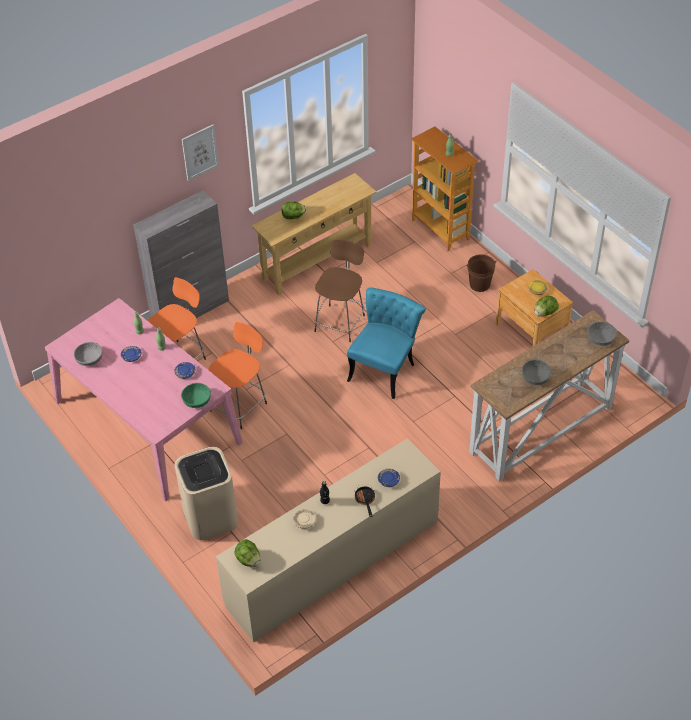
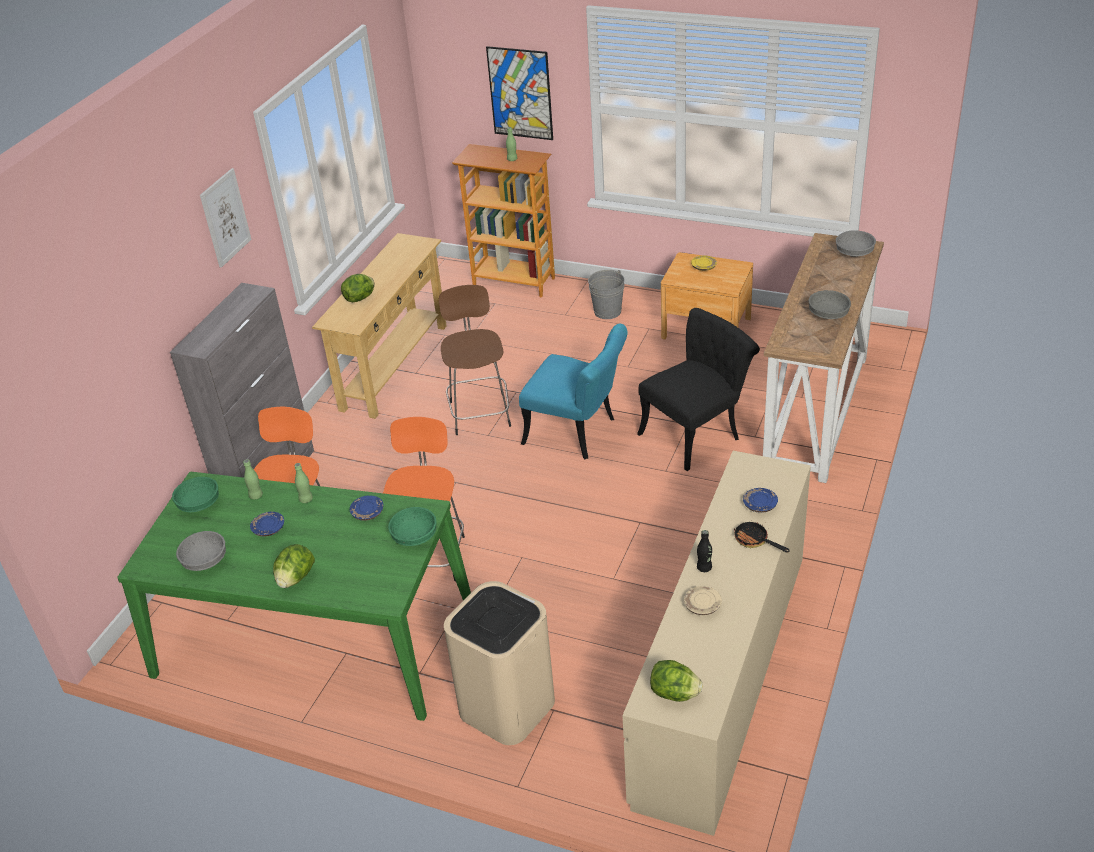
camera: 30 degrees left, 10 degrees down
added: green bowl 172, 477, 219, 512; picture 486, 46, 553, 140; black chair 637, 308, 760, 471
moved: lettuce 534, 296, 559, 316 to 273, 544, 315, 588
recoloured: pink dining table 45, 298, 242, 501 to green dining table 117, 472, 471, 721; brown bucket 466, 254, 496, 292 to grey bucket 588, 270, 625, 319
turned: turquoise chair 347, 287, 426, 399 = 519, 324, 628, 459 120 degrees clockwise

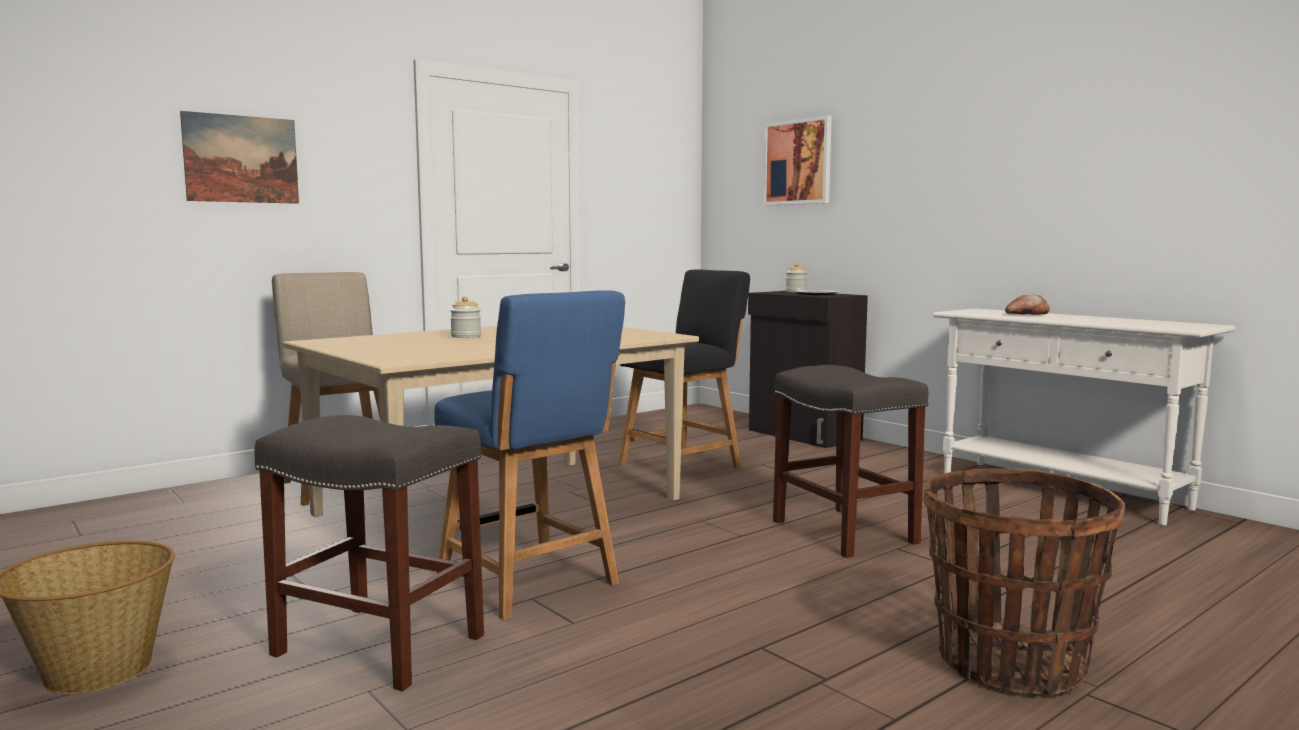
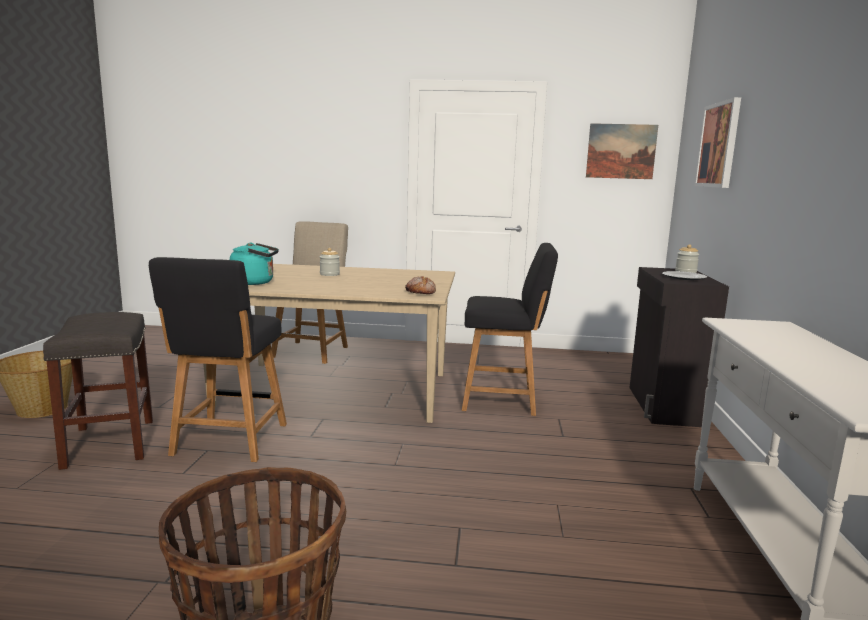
camera: 45 degrees right, 5 degrees up
removed: grey stool 773, 365, 929, 558
added: turquoise kettle 230, 243, 279, 285
moved: picture 180, 111, 299, 204 to 586, 123, 658, 179; bread 1005, 294, 1050, 315 to 405, 276, 436, 294
recoloured: blue chair 434, 290, 625, 620 to black chair 149, 257, 287, 462

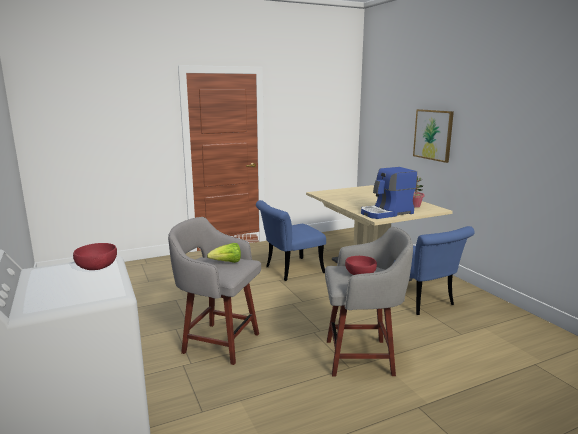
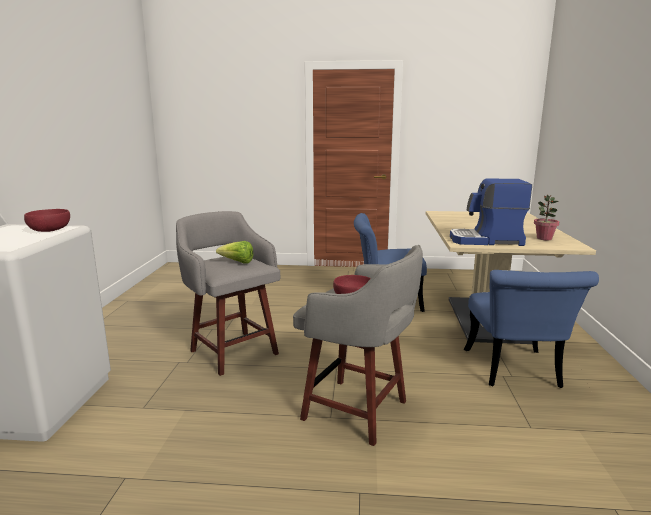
camera: 30 degrees right, 0 degrees up
removed: picture 413, 109, 454, 163

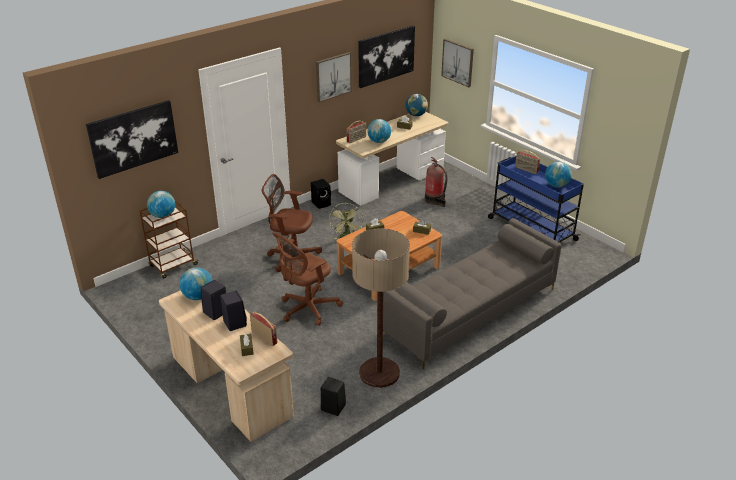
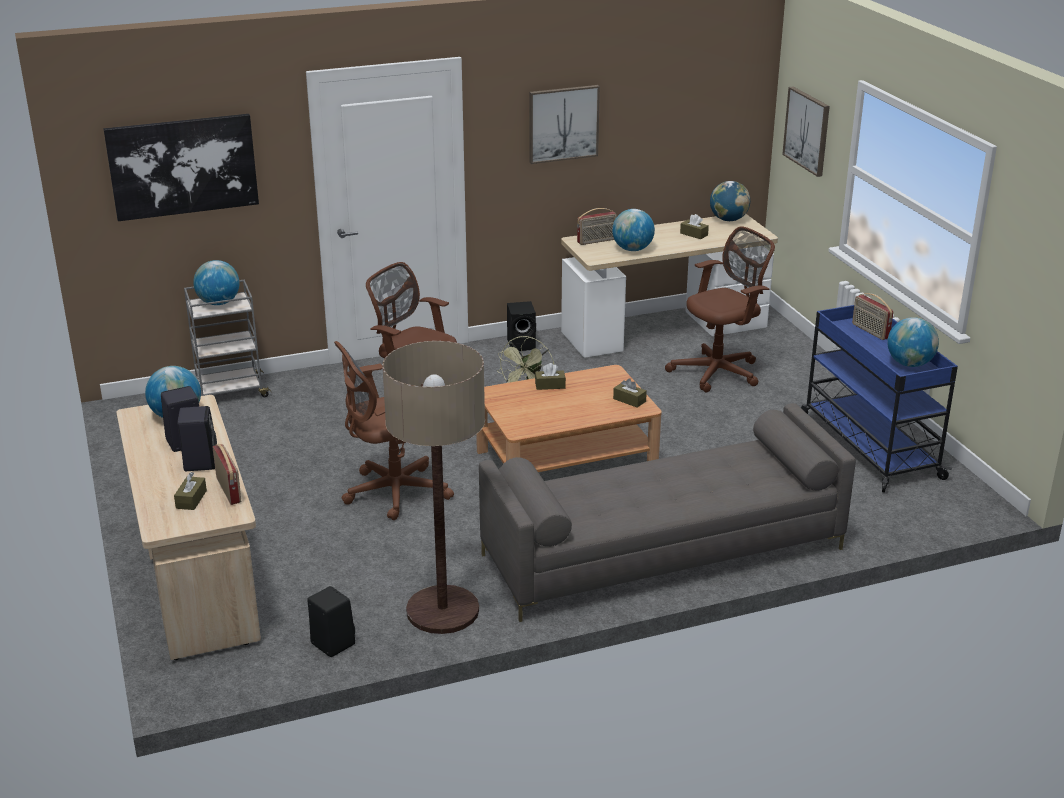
camera: 20 degrees right, 5 degrees down
removed: picture 358, 25, 415, 88
replaced: fire extinguisher 425, 157, 448, 207 to brown office chair 665, 226, 775, 392
recoloured: brown cart 140, 201, 198, 278 to grey cart 184, 280, 271, 397

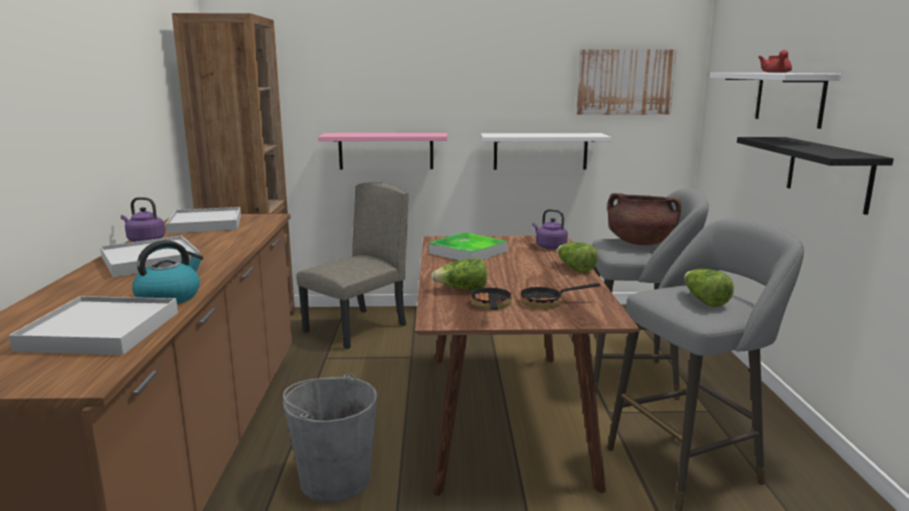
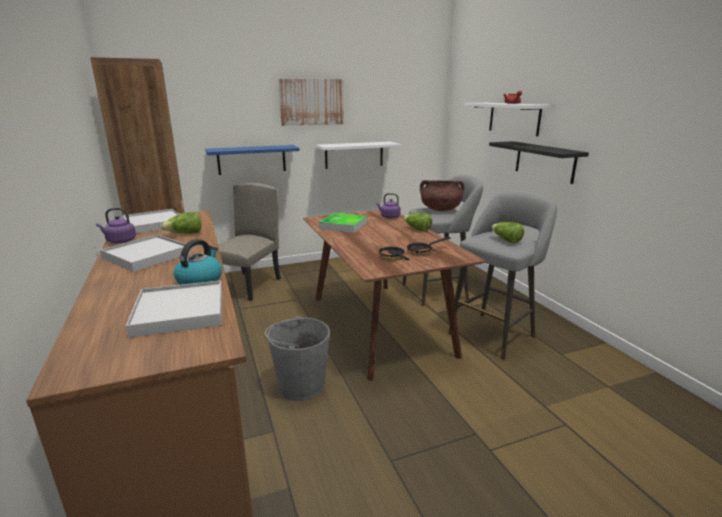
camera: 20 degrees left, 5 degrees up
moved: lettuce 431, 258, 487, 290 to 160, 212, 202, 234; picture 577, 49, 676, 115 to 278, 79, 344, 126
recoloured: pink shelf 318, 133, 447, 170 to blue shelf 205, 145, 300, 175

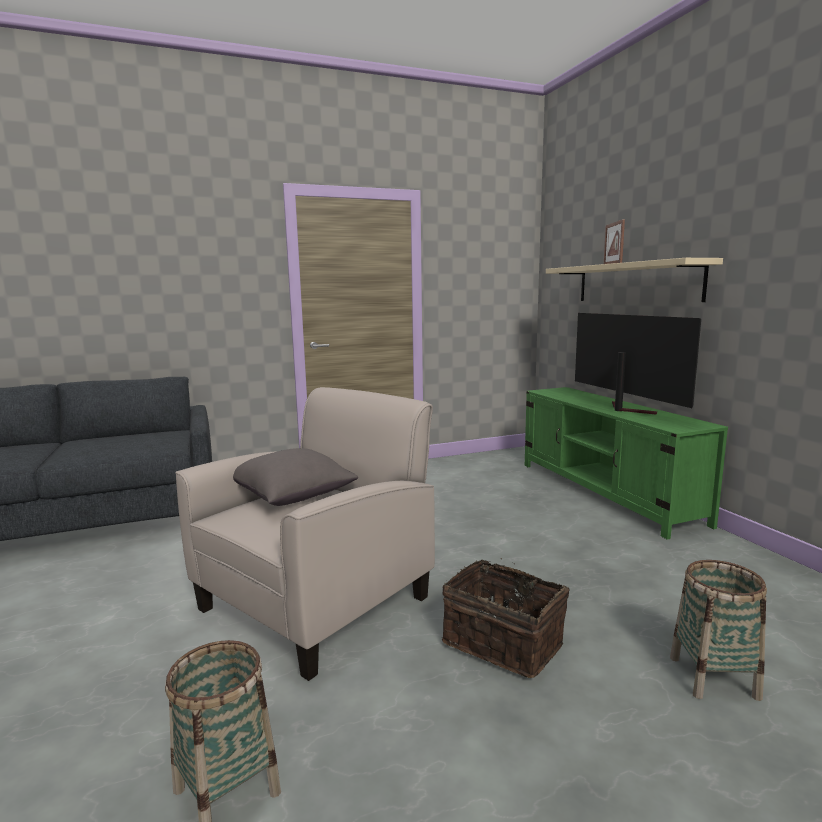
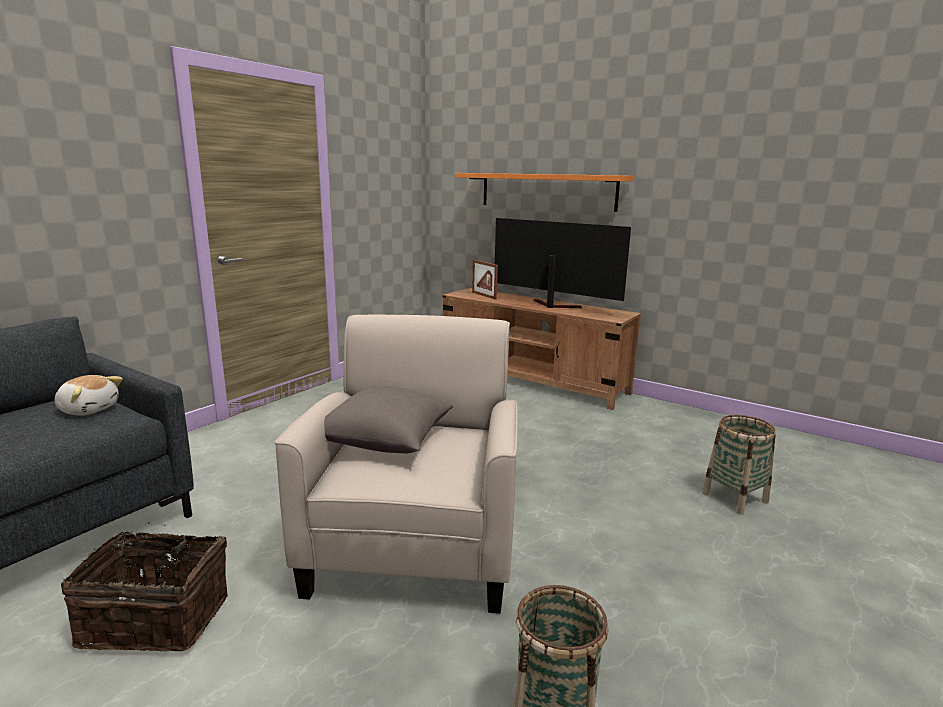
camera: 35 degrees left, 5 degrees up
added: plush toy 54, 375, 123, 416
moved: basket 441, 558, 570, 678 to 61, 522, 228, 652; picture frame 604, 219, 625, 264 to 472, 260, 498, 300
recoloured: green tv stand 525, 387, 728, 540 to brown tv stand 443, 288, 641, 410; beige shelf 546, 258, 723, 302 to orange shelf 455, 173, 633, 212

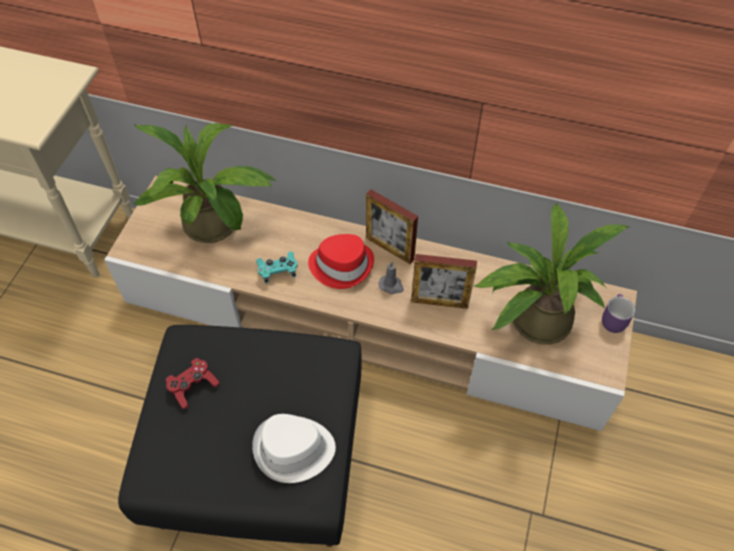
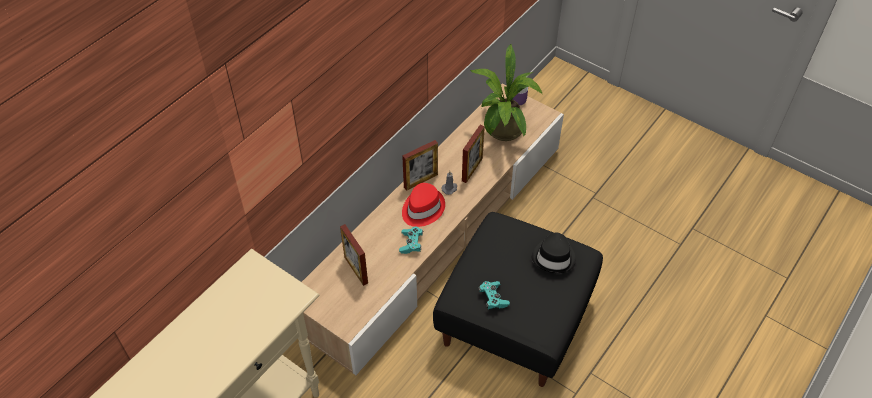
camera: 70 degrees left, 5 degrees down
replaced: potted plant 134, 123, 277, 243 to picture frame 340, 224, 368, 286
recoloured: red game controller 166, 358, 220, 409 to turquoise game controller 478, 281, 510, 310; white hat 252, 414, 336, 483 to black hat 532, 233, 576, 273

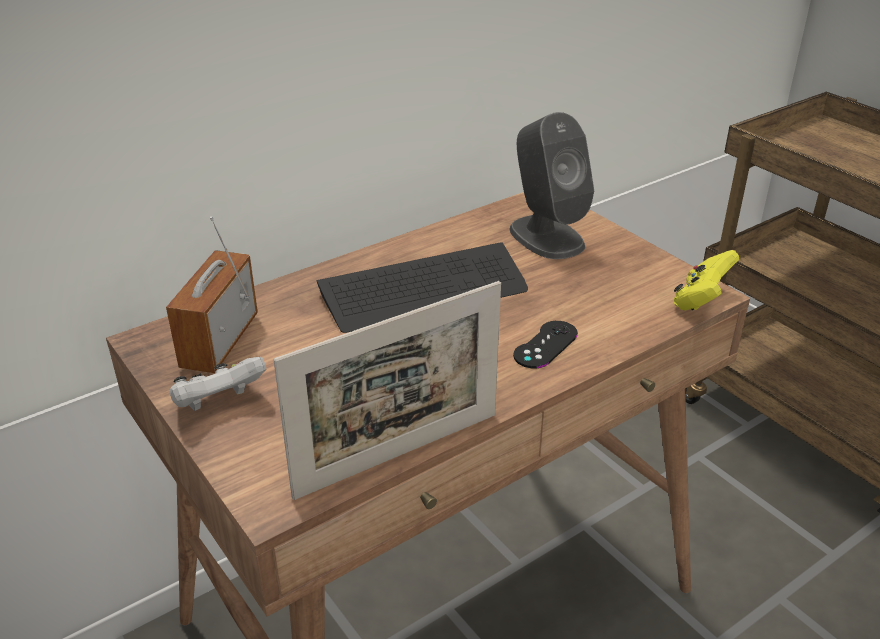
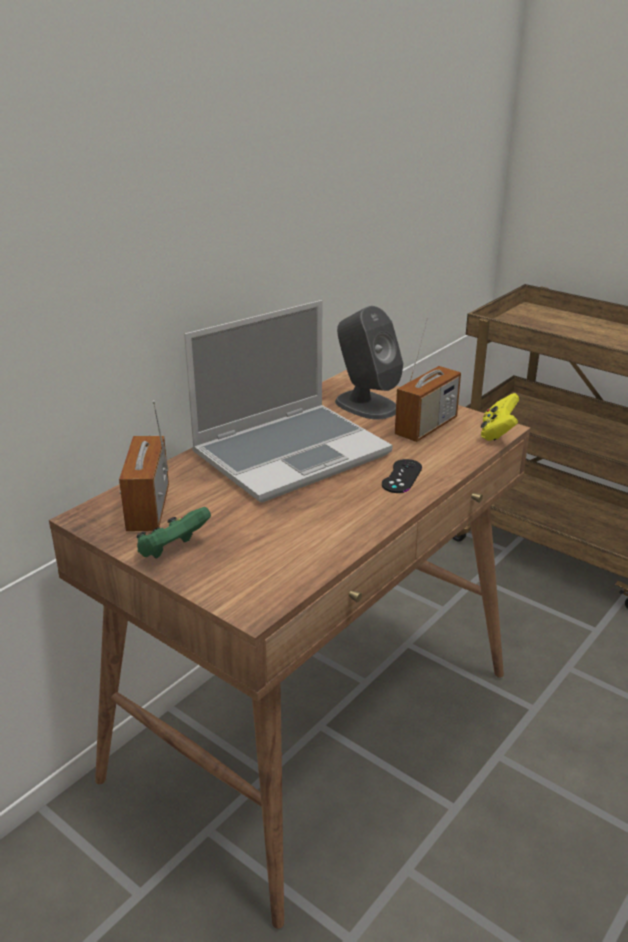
camera: 15 degrees left, 5 degrees down
removed: picture frame 273, 281, 501, 500
added: radio 395, 318, 461, 442
replaced: keyboard 316, 242, 528, 333 to laptop 184, 300, 392, 503
recoloured: white game controller 170, 357, 266, 411 to green game controller 136, 507, 211, 559

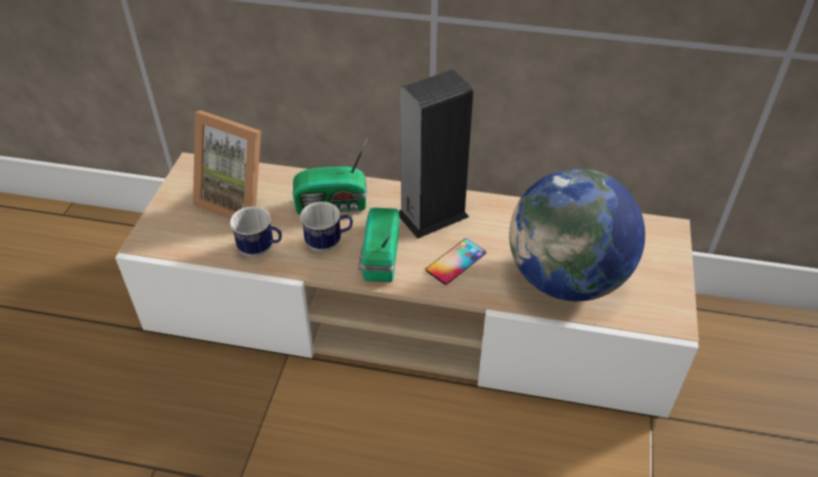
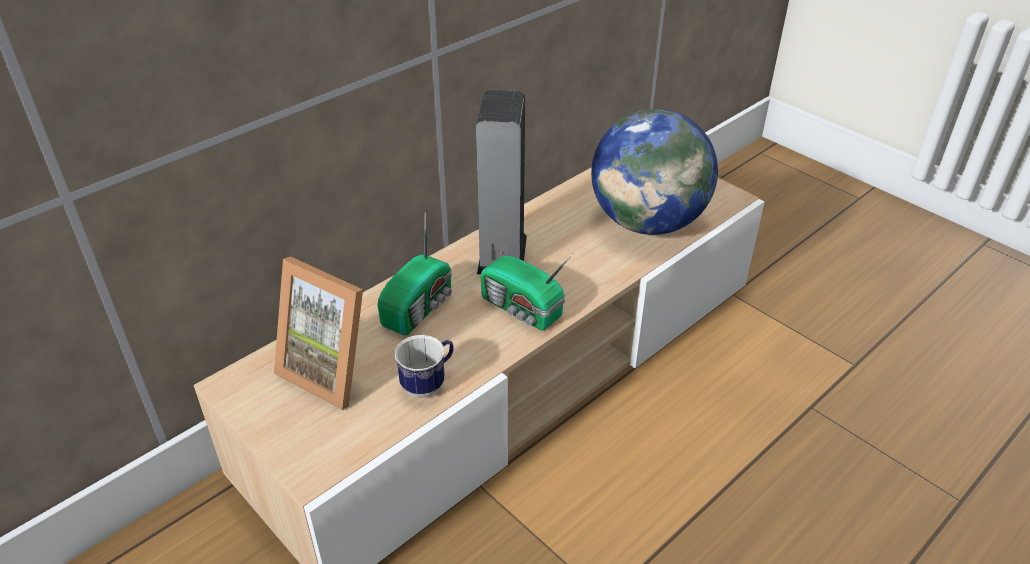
camera: 55 degrees left, 5 degrees down
removed: mug 300, 202, 353, 252; phone 426, 238, 486, 285
turned: picture frame 193, 110, 261, 219 = 274, 256, 363, 410 60 degrees clockwise

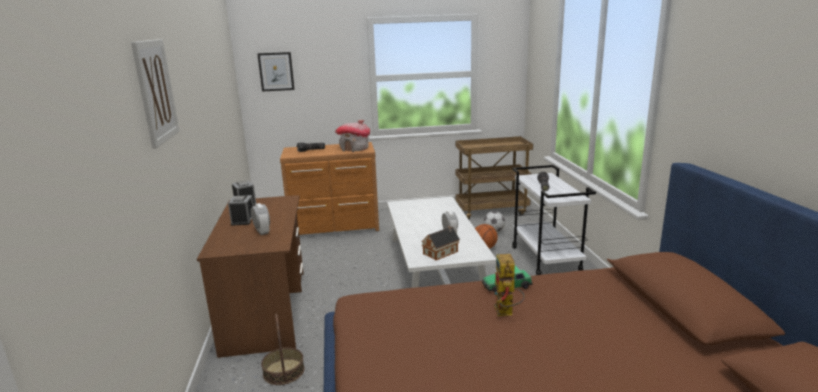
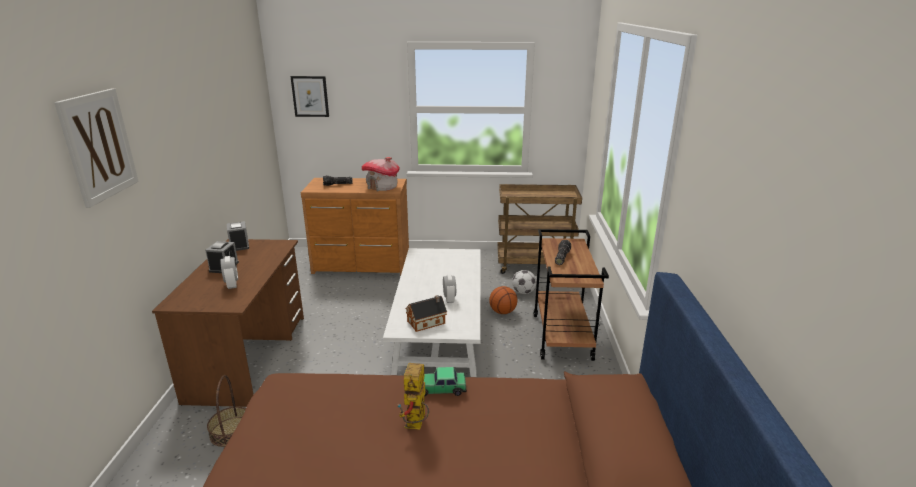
camera: 10 degrees right, 5 degrees up
recoloured: white cart 512, 165, 596, 275 to brown cart 534, 229, 609, 361

